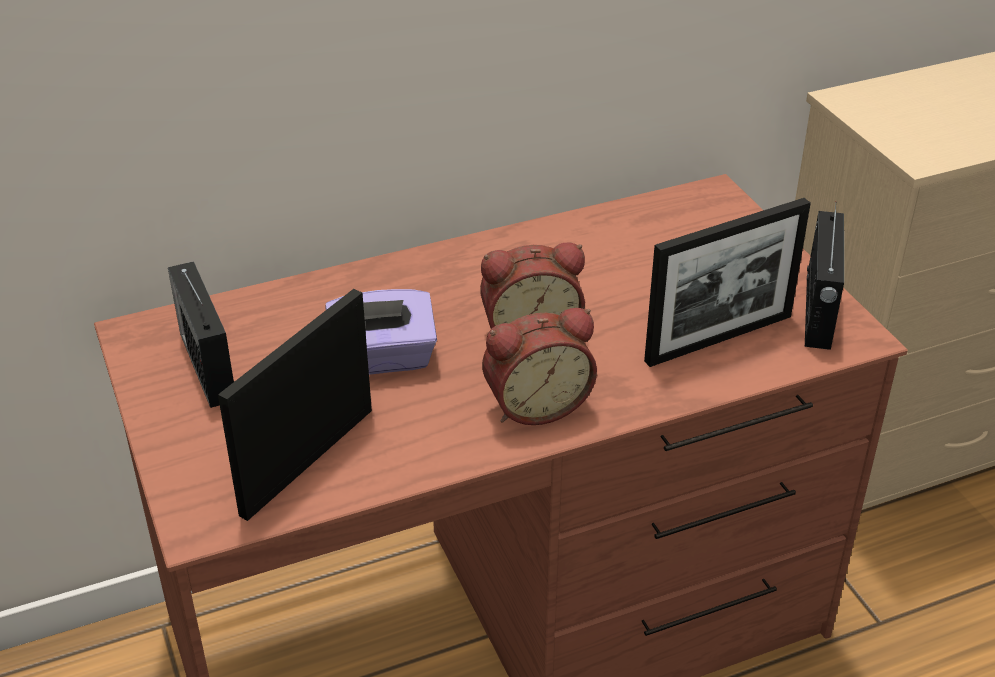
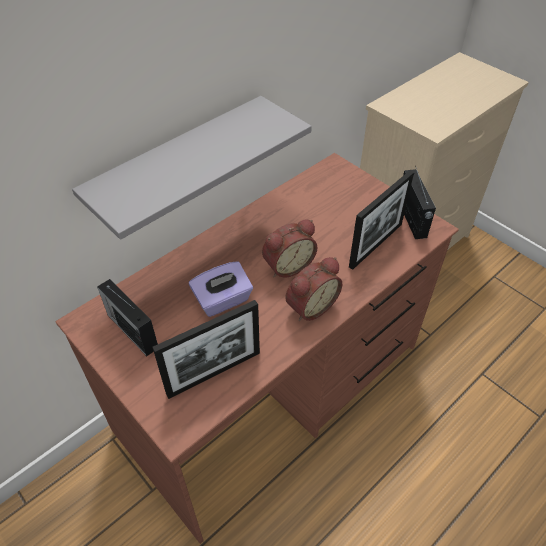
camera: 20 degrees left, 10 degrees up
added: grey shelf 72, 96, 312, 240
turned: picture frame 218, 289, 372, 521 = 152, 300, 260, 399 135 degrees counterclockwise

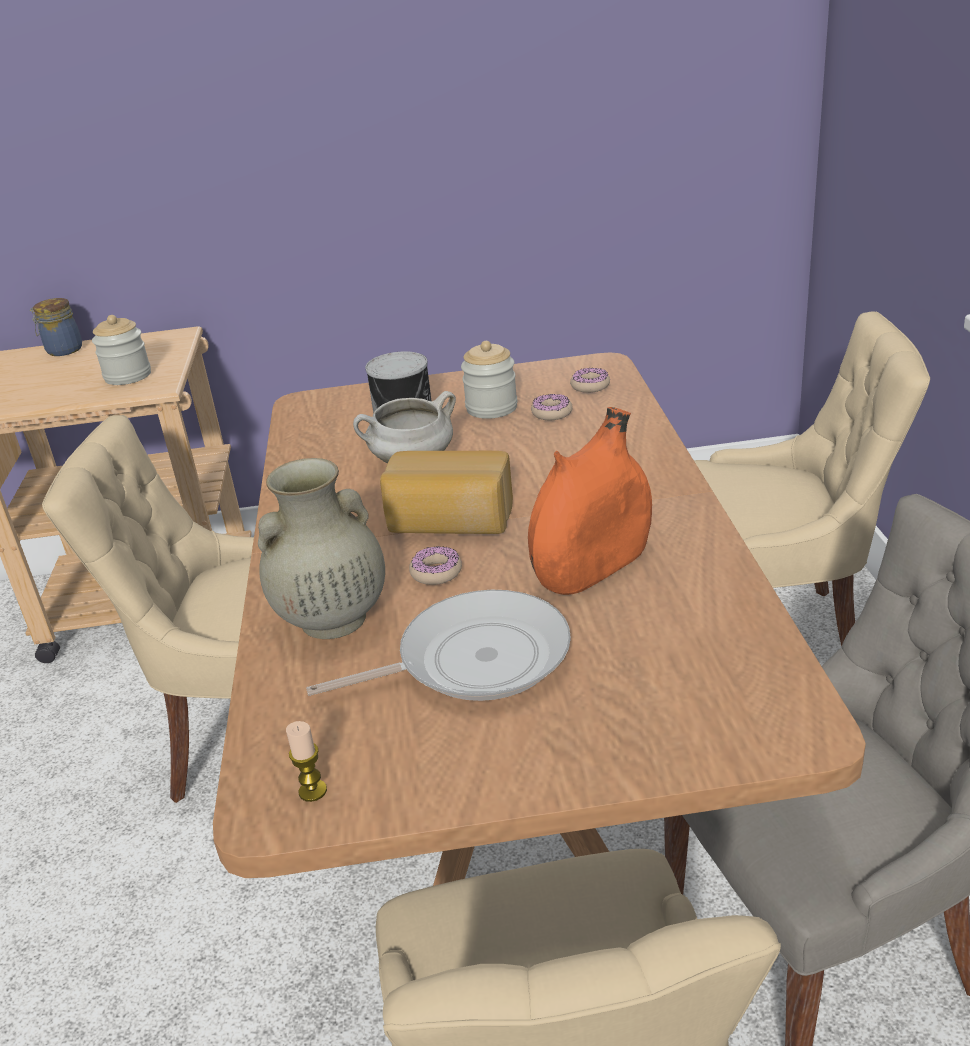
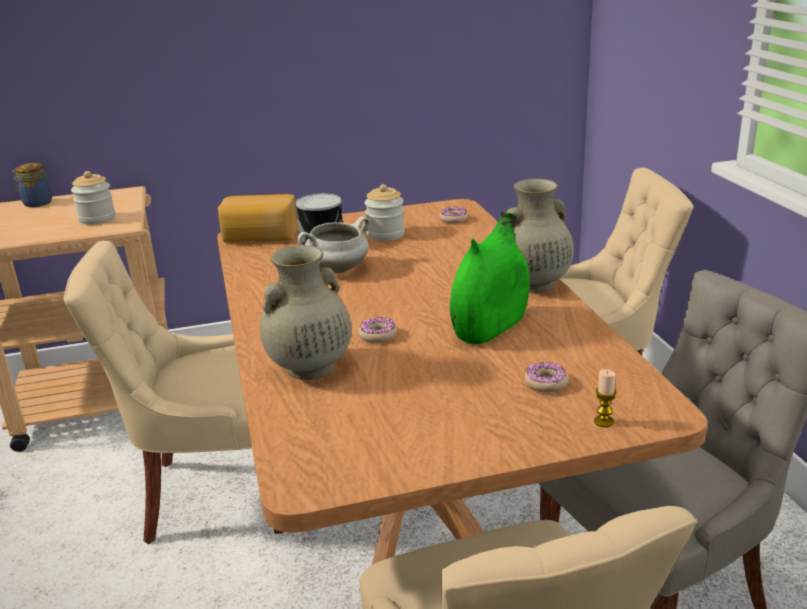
camera: 10 degrees left, 5 degrees down
removed: frying pan 306, 590, 571, 701
added: beige vase 507, 179, 574, 293
moved: candle 286, 721, 327, 802 to 594, 369, 616, 427; bread 380, 451, 513, 534 to 218, 194, 298, 242; donut 531, 394, 573, 420 to 524, 362, 569, 393
recoloured: orange vase 528, 407, 652, 595 to green vase 450, 211, 530, 344

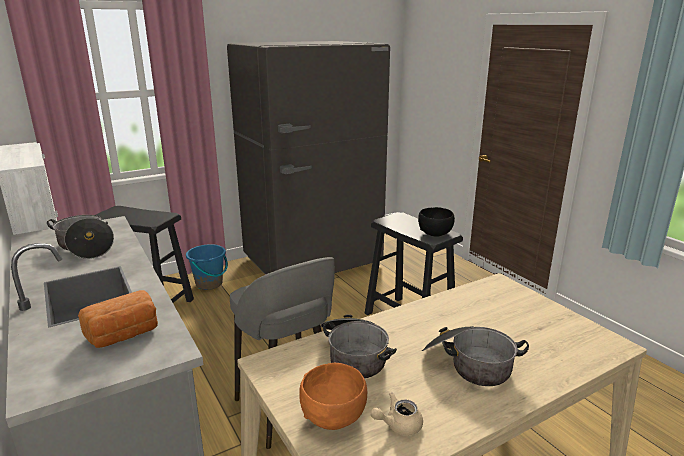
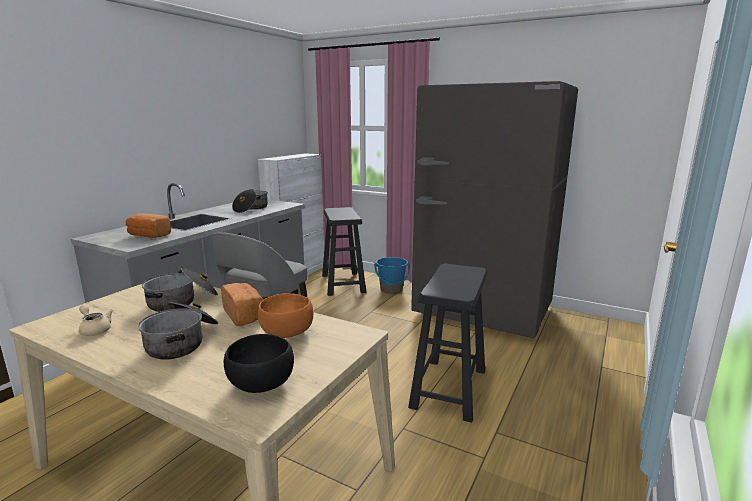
camera: 60 degrees right, 5 degrees down
added: bread 221, 283, 264, 326
moved: orange bowl 299, 363, 367, 430 to 258, 293, 313, 338; black bowl 418, 207, 455, 237 to 224, 334, 294, 393

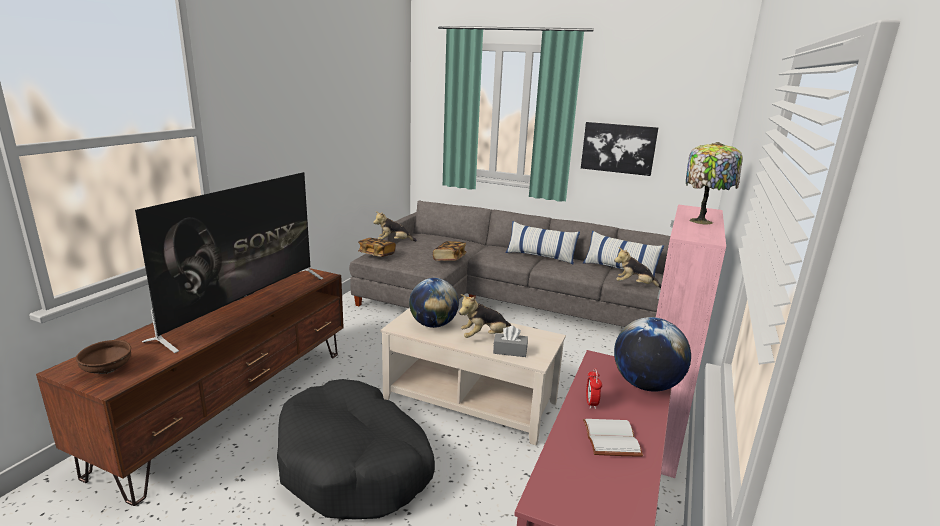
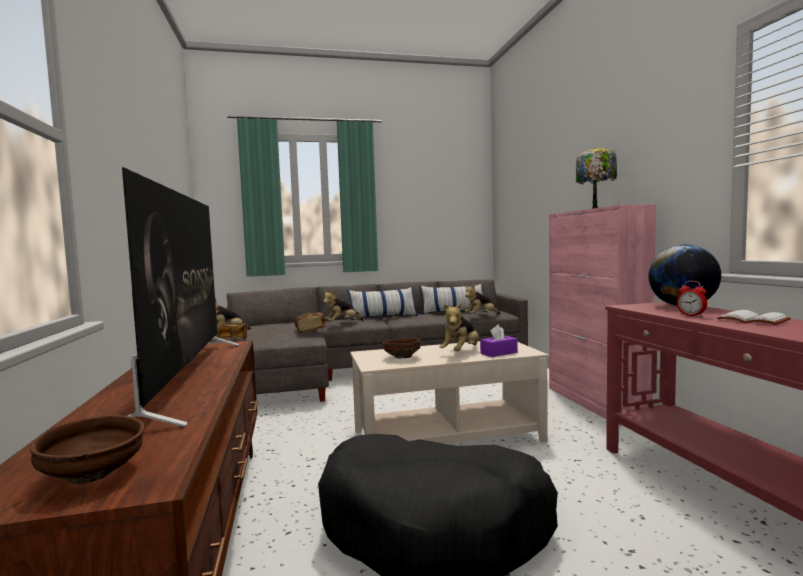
camera: 35 degrees left, 15 degrees down
removed: picture 581, 122, 658, 176
added: plush toy 323, 289, 363, 321
replaced: globe 409, 278, 459, 328 to brown bowl 383, 338, 421, 359
recoloured: grey tissue box 493, 326, 528, 357 to purple tissue box 480, 325, 518, 357

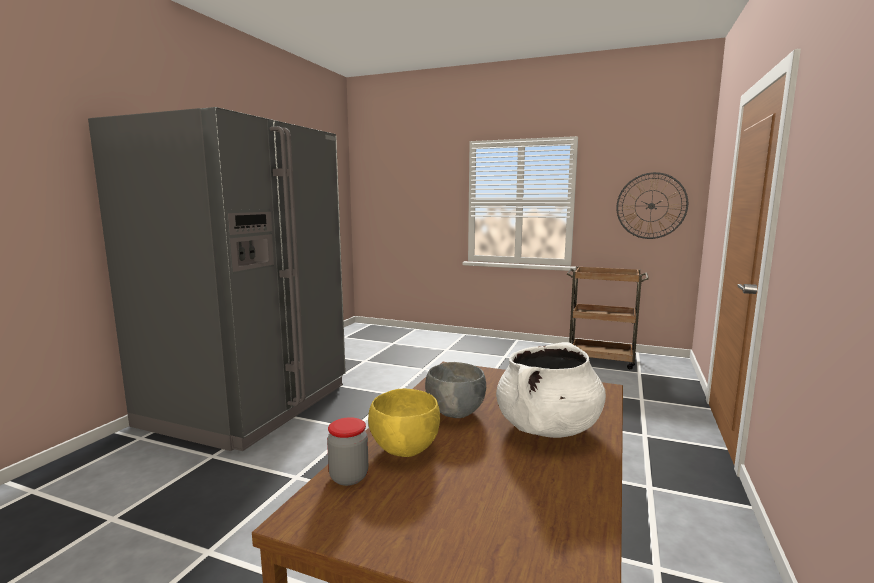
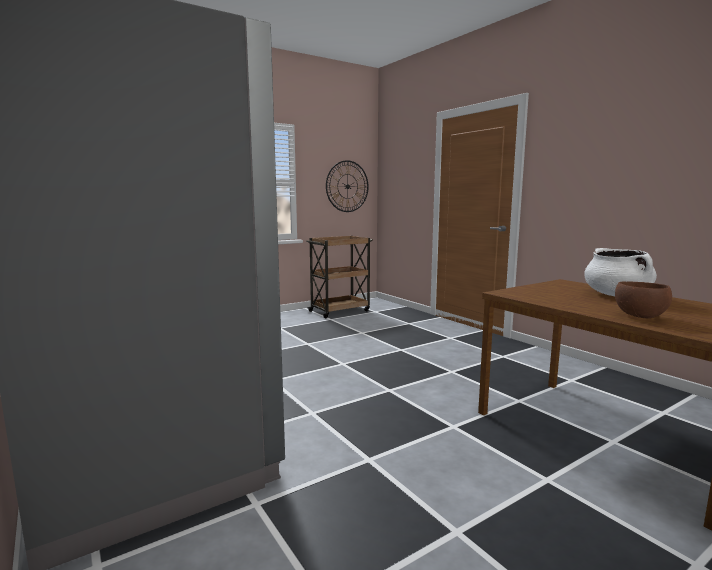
camera: 55 degrees left, 0 degrees up
removed: jar 327, 417, 368, 486; grey bowl 425, 362, 486, 418
recoloured: yellow bowl 368, 388, 440, 457 to brown bowl 615, 281, 672, 318

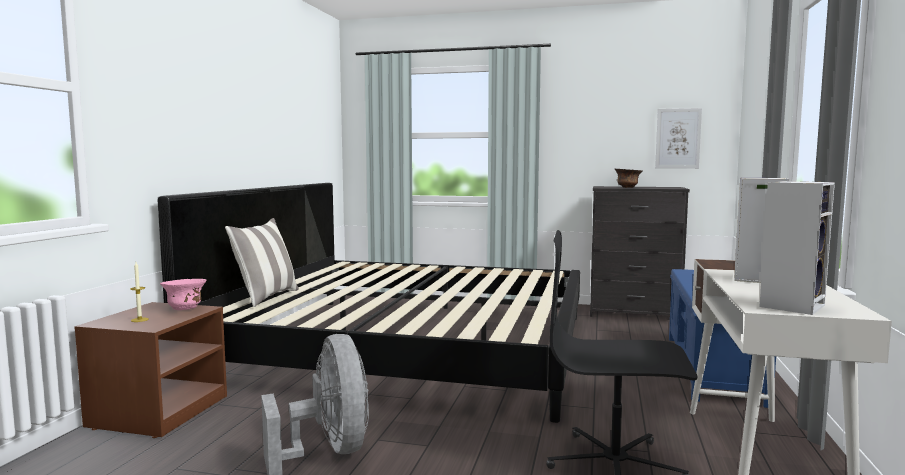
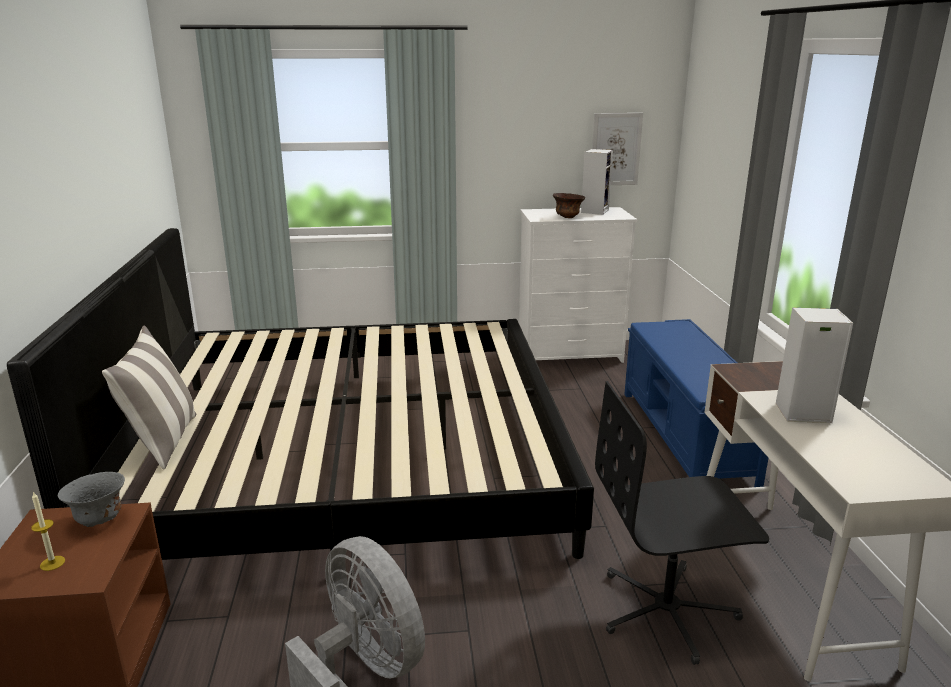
camera: 20 degrees left, 15 degrees up
moved: speaker 760, 181, 835, 315 to 581, 149, 613, 215
recoloured: pink bowl 160, 279, 207, 310 to grey bowl 58, 472, 125, 527; black dresser 590, 186, 690, 317 to white dresser 519, 207, 637, 363

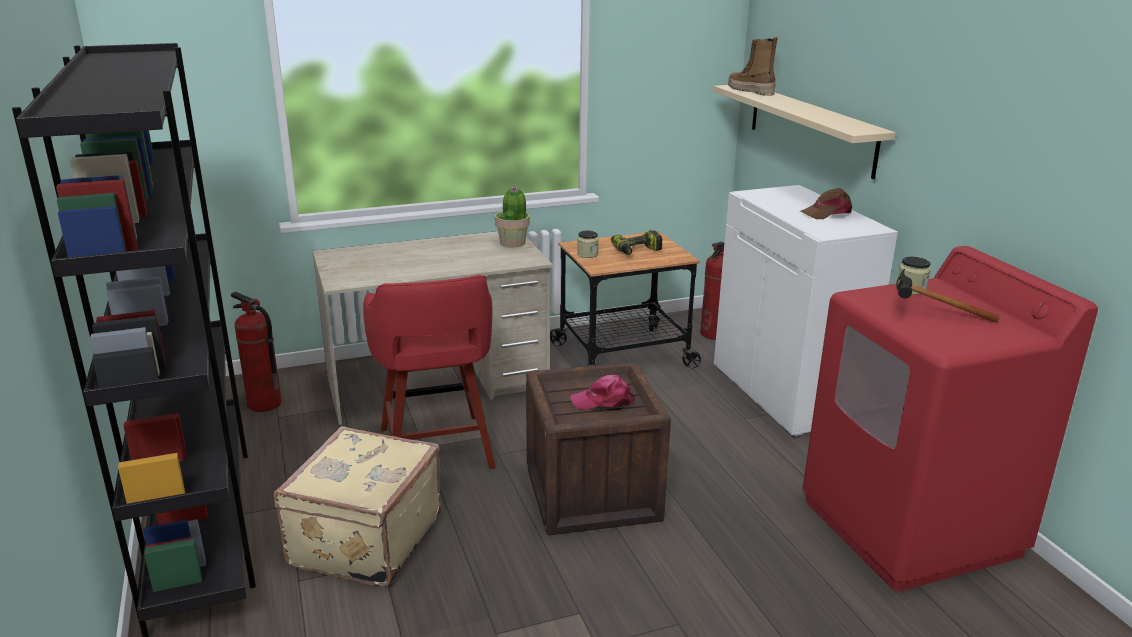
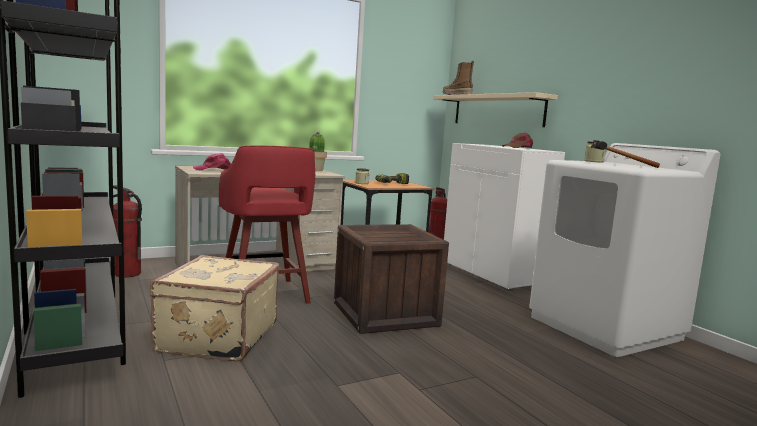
camera: 10 degrees left, 15 degrees down
moved: pink cap 570, 375, 635, 410 to 193, 153, 231, 170
recoloured: red washing machine 803, 246, 1098, 591 to white washing machine 529, 143, 720, 357

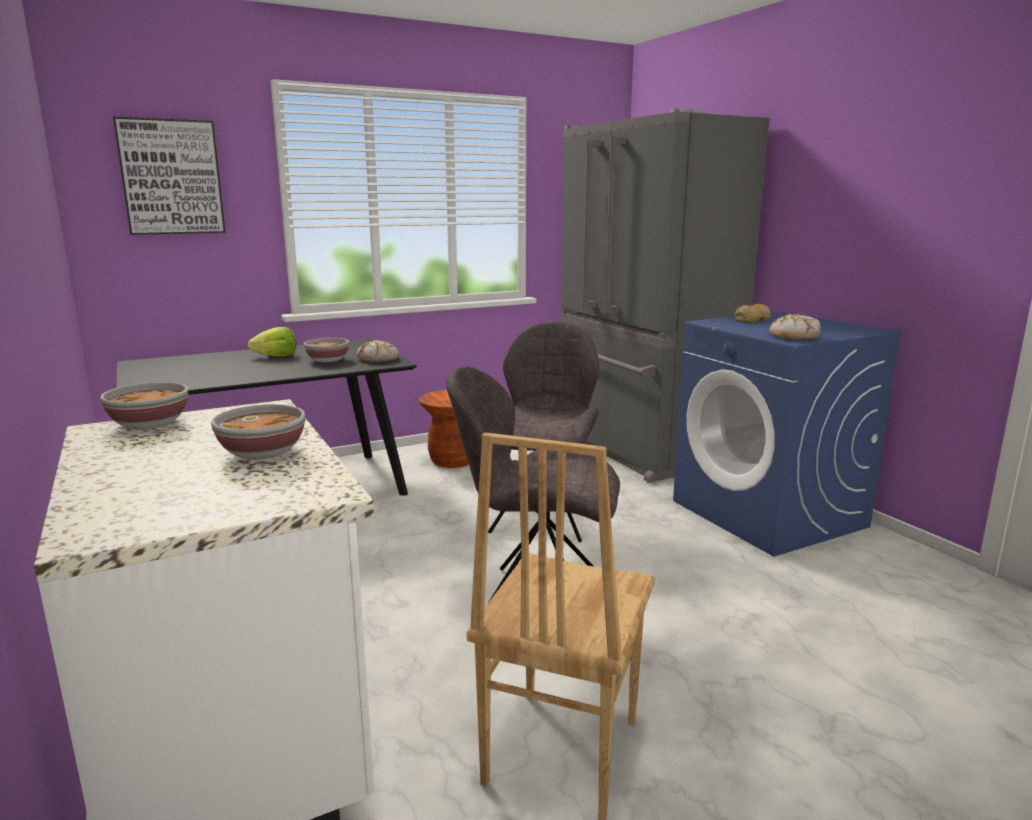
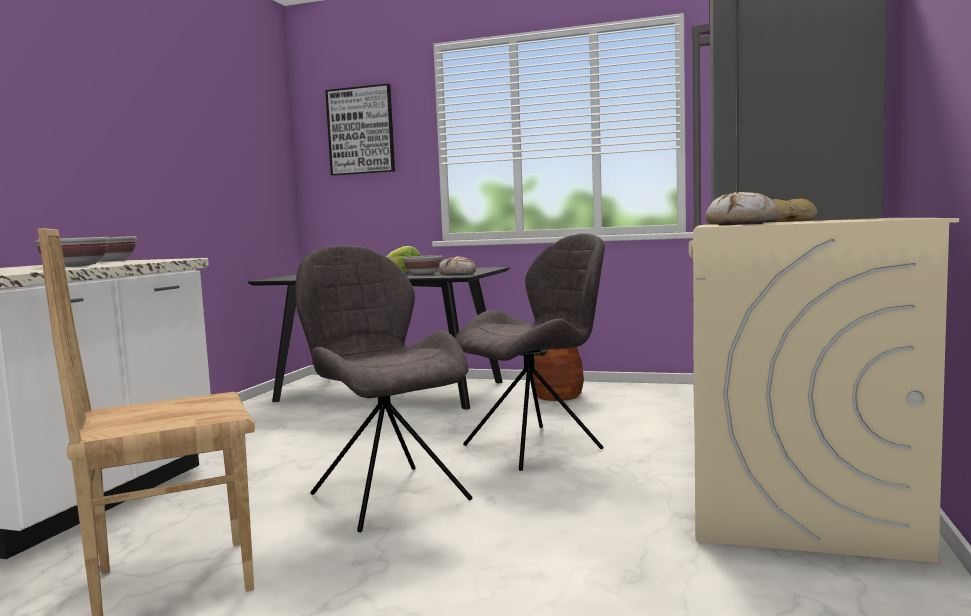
camera: 45 degrees right, 10 degrees down
recoloured: blue washing machine 673, 312, 903, 557 to beige washing machine 688, 218, 959, 563

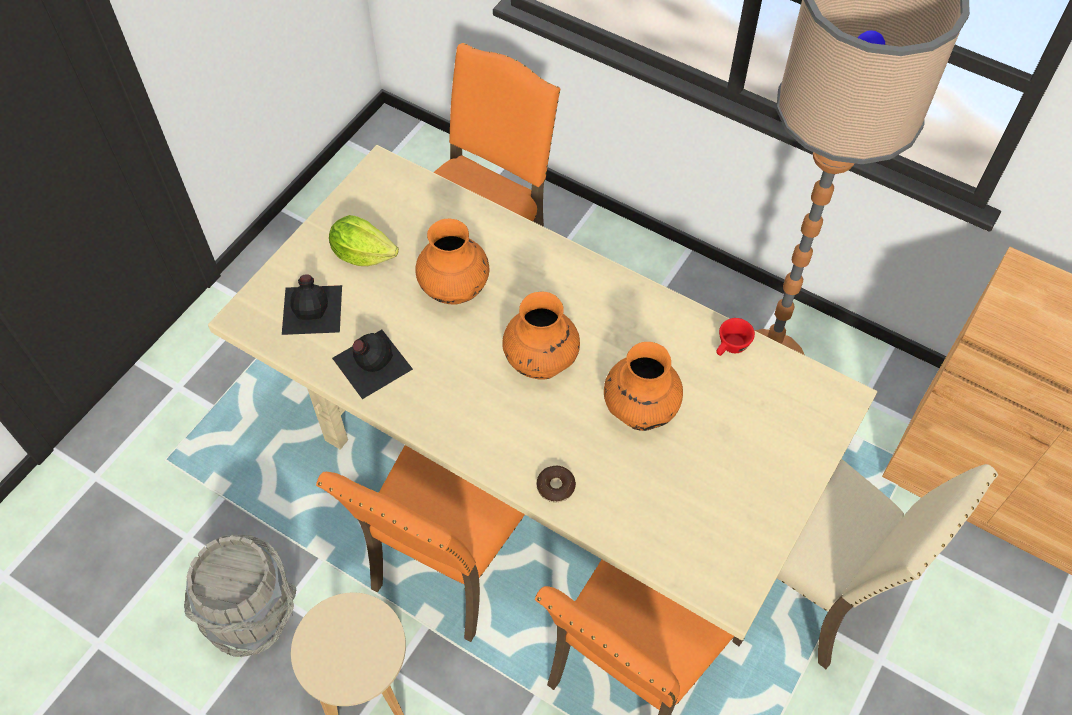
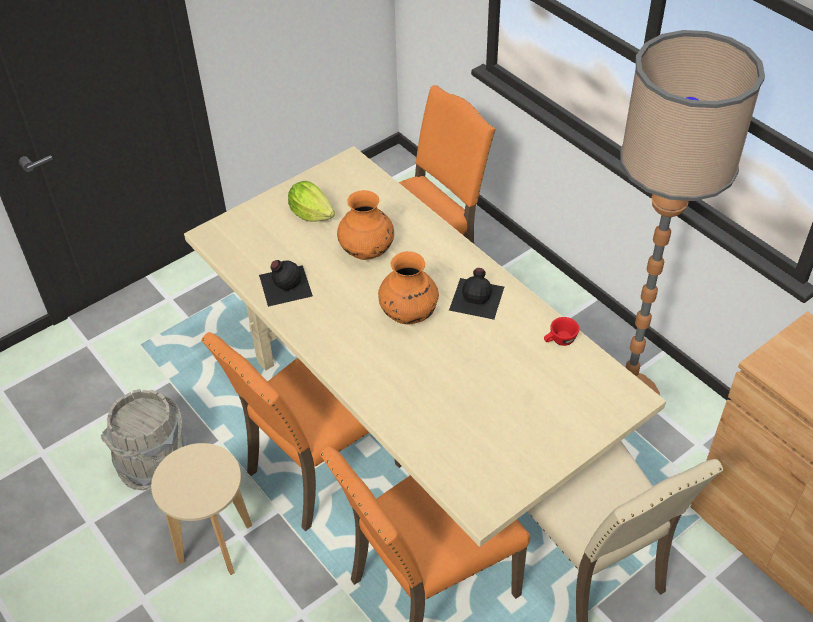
camera: 20 degrees right, 10 degrees down
removed: donut 537, 466, 576, 502; orange vase 604, 342, 683, 431
moved: black bottle 282, 274, 342, 335 to 449, 268, 504, 320

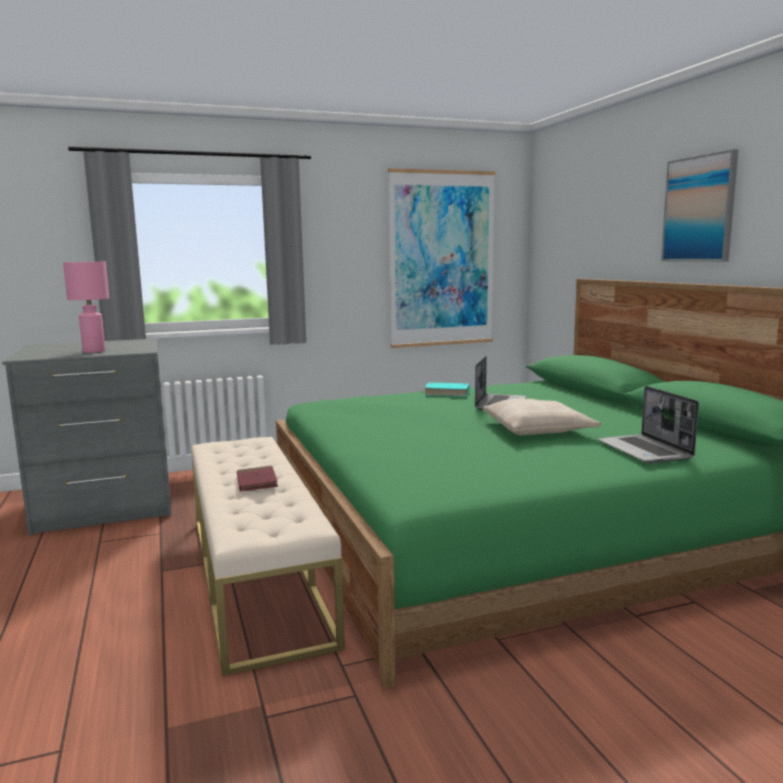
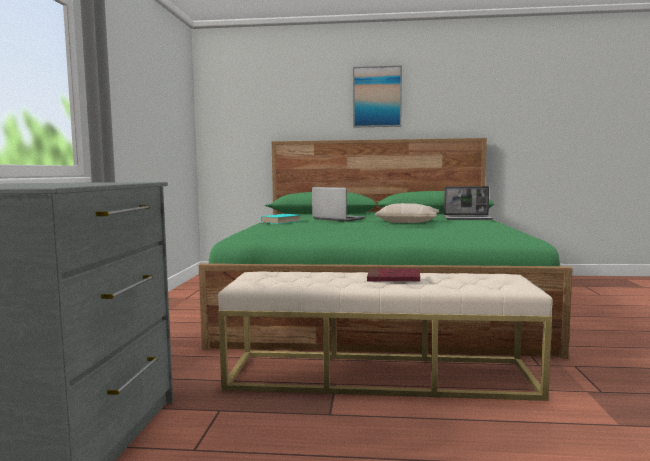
camera: 65 degrees left, 5 degrees down
removed: pink table lamp 63, 262, 109, 353; picture 388, 168, 495, 348

